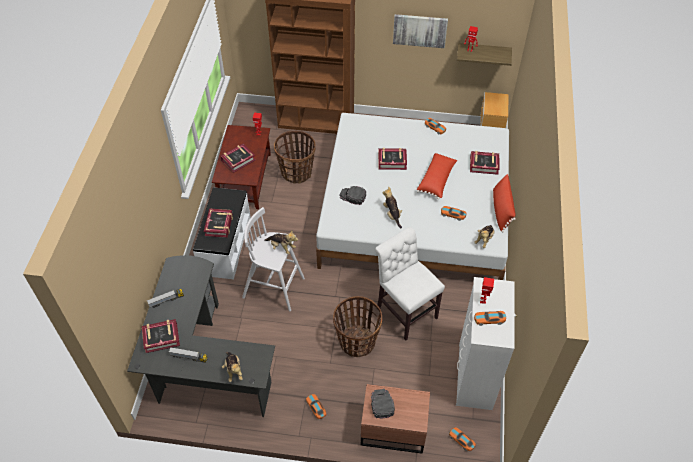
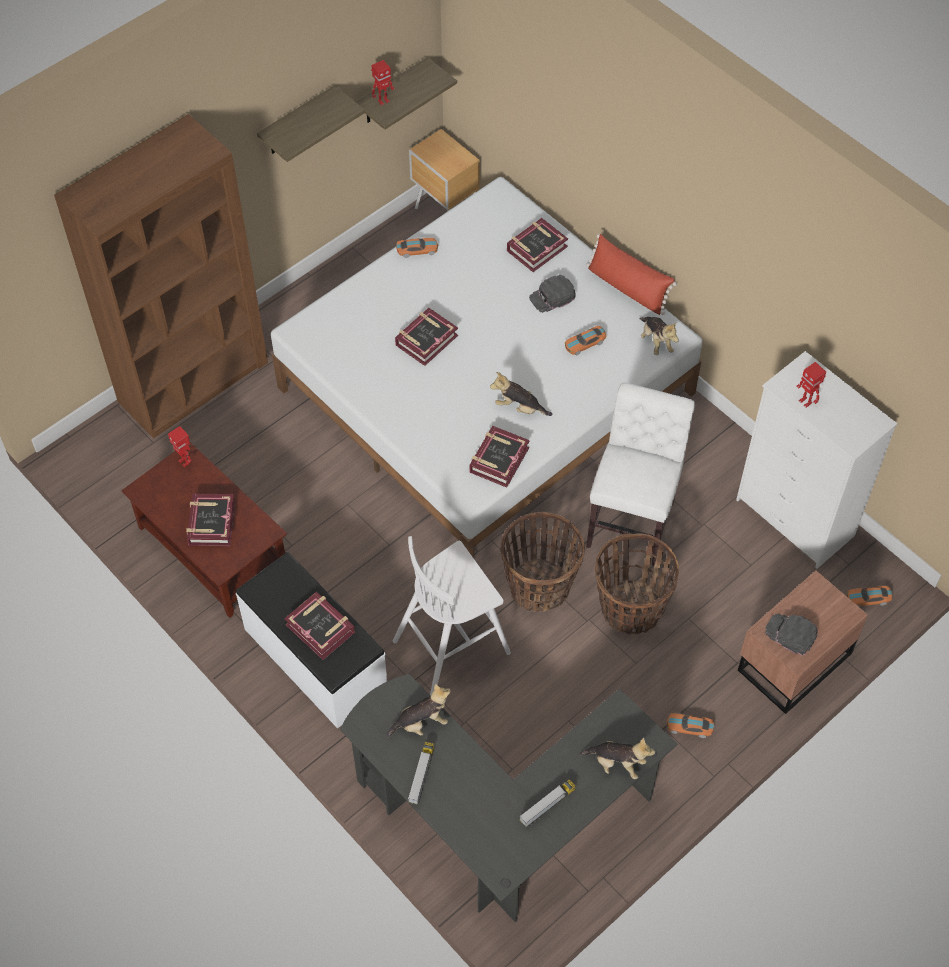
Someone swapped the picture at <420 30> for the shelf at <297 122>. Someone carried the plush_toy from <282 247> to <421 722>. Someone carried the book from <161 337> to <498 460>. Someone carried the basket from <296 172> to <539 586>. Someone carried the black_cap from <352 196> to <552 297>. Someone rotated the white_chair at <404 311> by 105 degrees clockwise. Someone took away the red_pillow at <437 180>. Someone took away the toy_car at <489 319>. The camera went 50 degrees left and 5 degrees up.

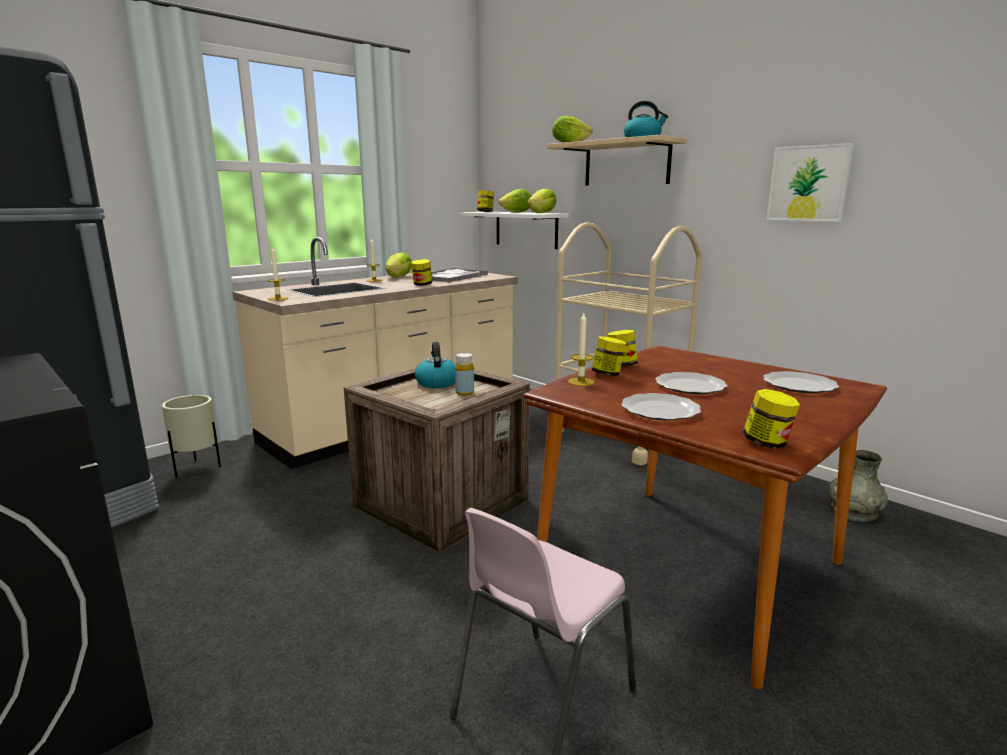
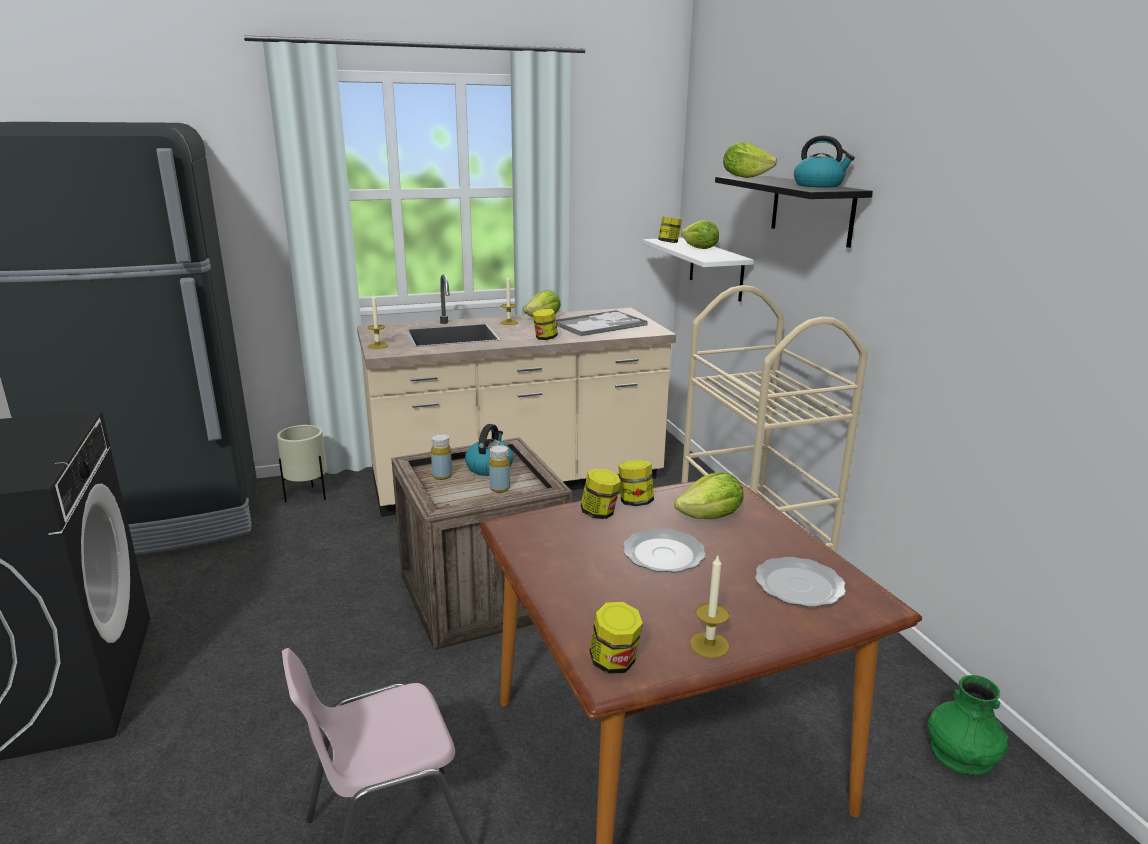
Someone put down the yellow_bottle at <442 476>. Someone carried the lettuce from <542 213> to <710 517>. Someone carried the candle from <581 382> to <709 645>. Someone repainted the beige_shelf at <626 163>, which became the black_shelf at <811 210>. Someone repainted the grey_vase at <853 511>, which became the green_vase at <961 753>. Someone took away the plate at <661 410>. Someone took away the picture at <808 183>. The camera went 25 degrees right and 5 degrees up.

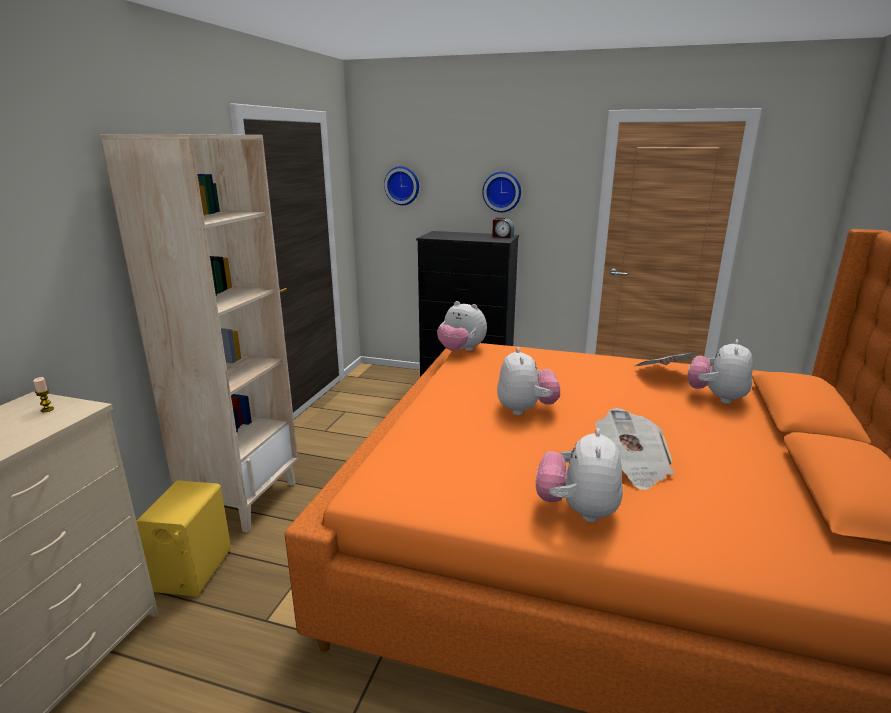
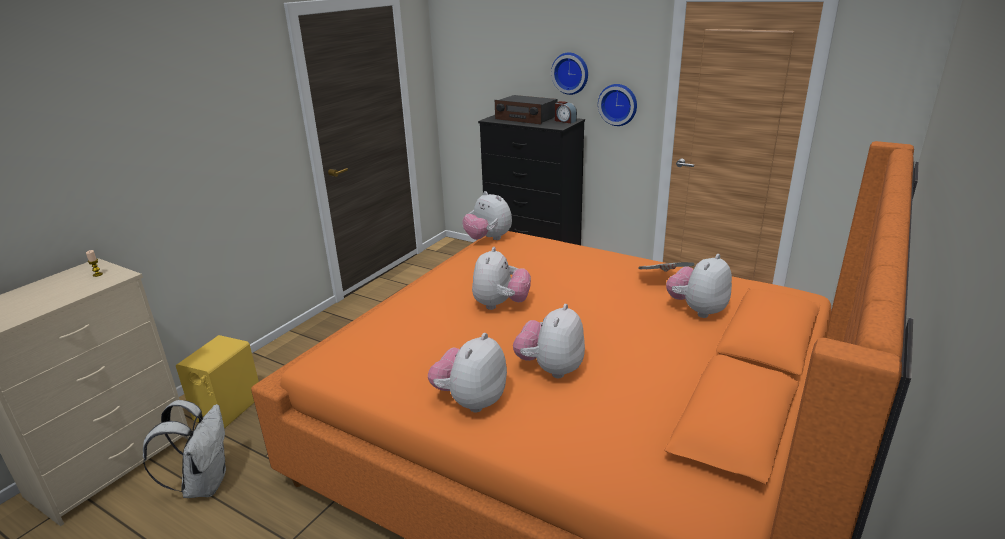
Someone put down the white_backpack at <204 483>. Someone put down the radio at <526 118>. Someone swapped the newspaper at <631 466> for the plush_toy at <550 369>. Someone carried the wall_clock from <402 185> to <618 104>. Someone took away the beige_bookcase at <242 499>. The camera went 15 degrees right and 5 degrees up.

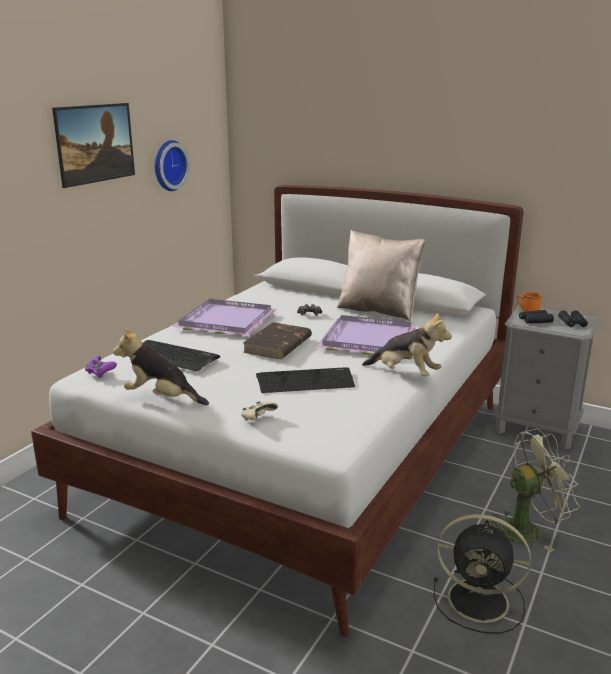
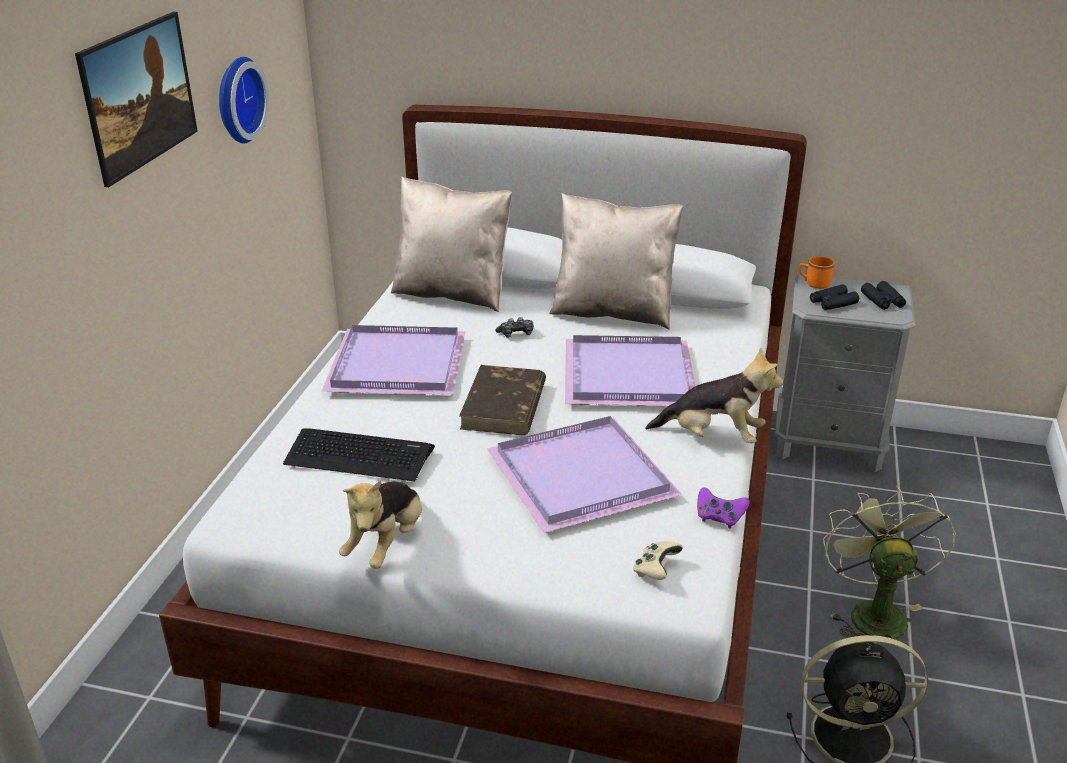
Someone rotated the plush_toy at <161 398> by 75 degrees counterclockwise. Someone put down the beige_pillow at <453 293>. Someone swapped the keyboard at <305 381> for the purple_tray at <582 474>. Someone carried the beige_game_controller from <258 419> to <655 570>. Someone carried the purple_game_controller from <100 373> to <719 517>. Someone rotated the green_fan at <527 529> by 60 degrees counterclockwise. The camera went 15 degrees left and 10 degrees up.

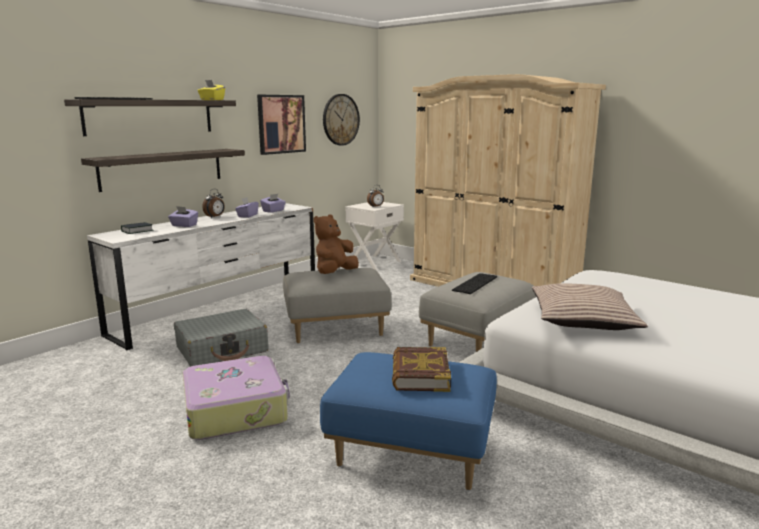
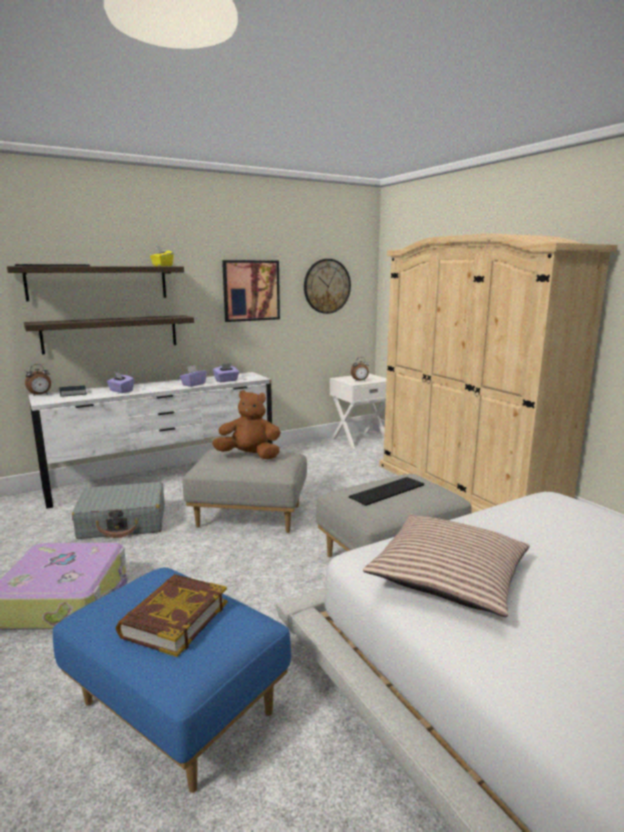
Someone carried the alarm_clock from <215 217> to <40 395>. Someone rotated the brown_plush_toy at <334 273> by 45 degrees clockwise. The camera went 20 degrees right and 0 degrees up.

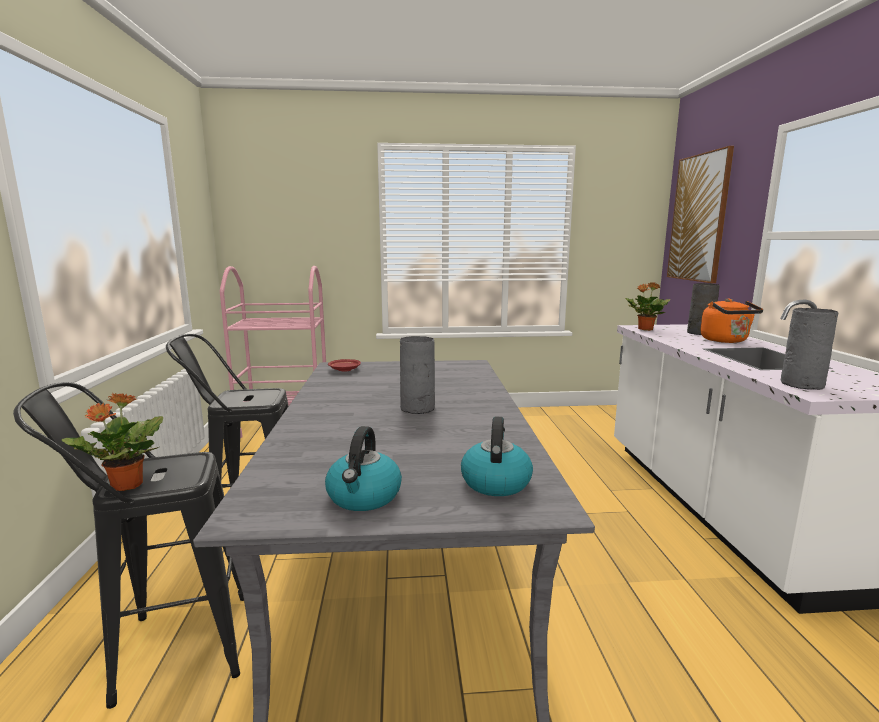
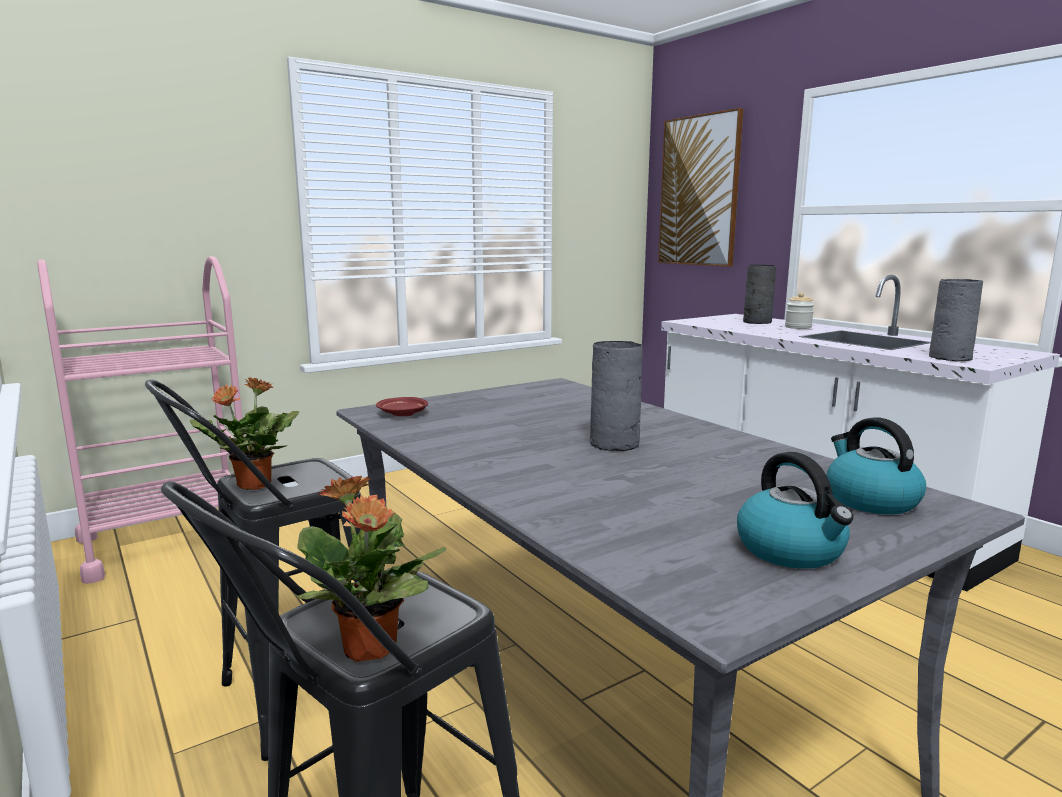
Someone carried the potted_plant from <644 329> to <253 485>. Someone swapped the orange_kettle at <726 341> for the jar at <798 327>. The camera went 30 degrees left and 0 degrees up.

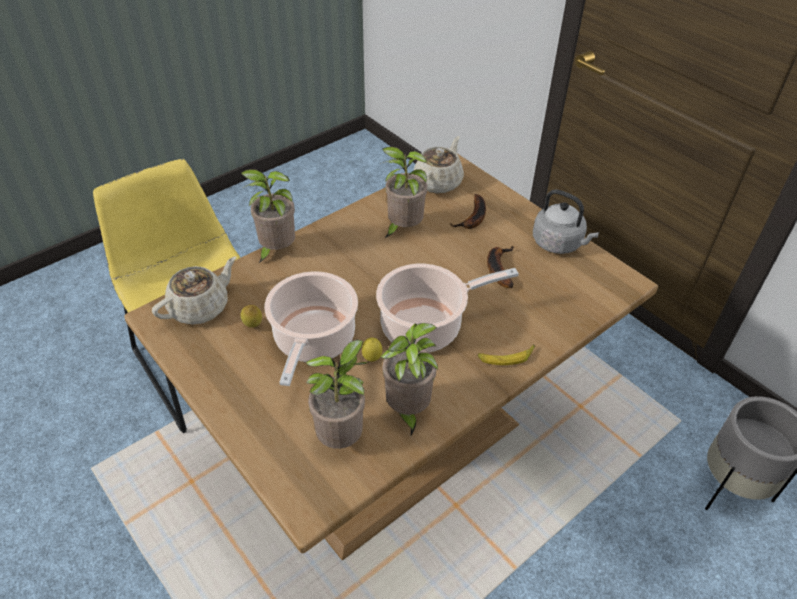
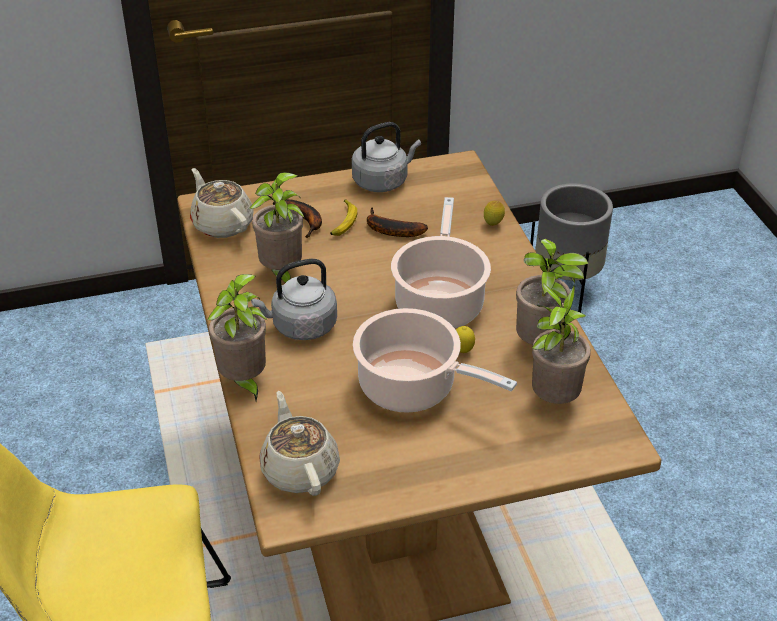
Someone put down the grey_kettle at <301 326>. Someone carried the banana from <506 357> to <343 222>. Someone carried the lemon from <253 326> to <493 225>. The camera went 65 degrees left and 5 degrees down.

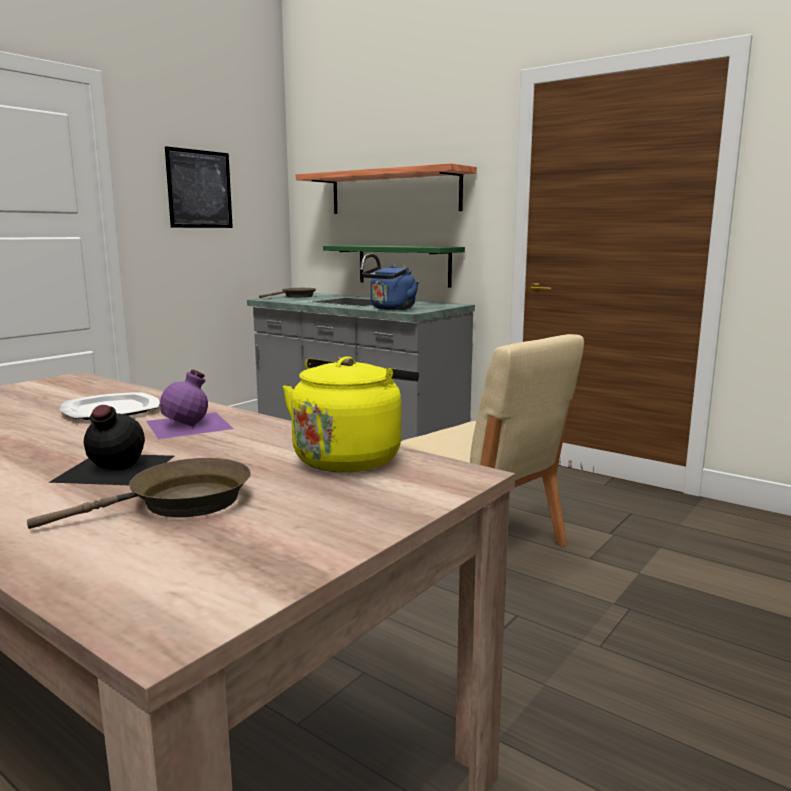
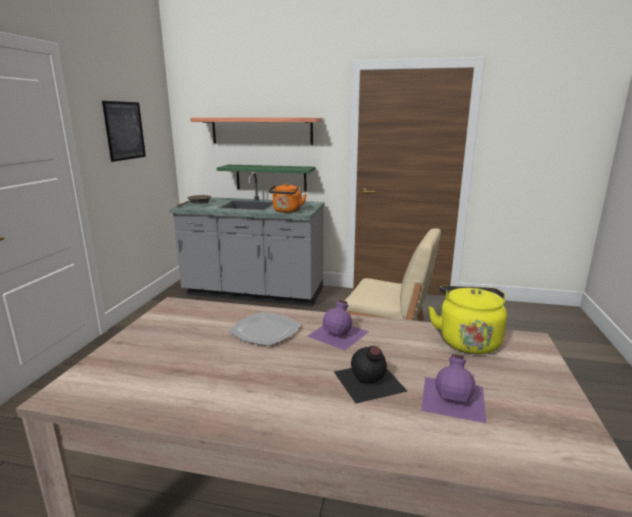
Someone repainted the blue_kettle at <391 309>, which became the orange_kettle at <287 211>. Someone swapped the brown_frying_pan at <181 503> for the purple_bottle at <454 397>. The camera went 25 degrees left and 5 degrees up.

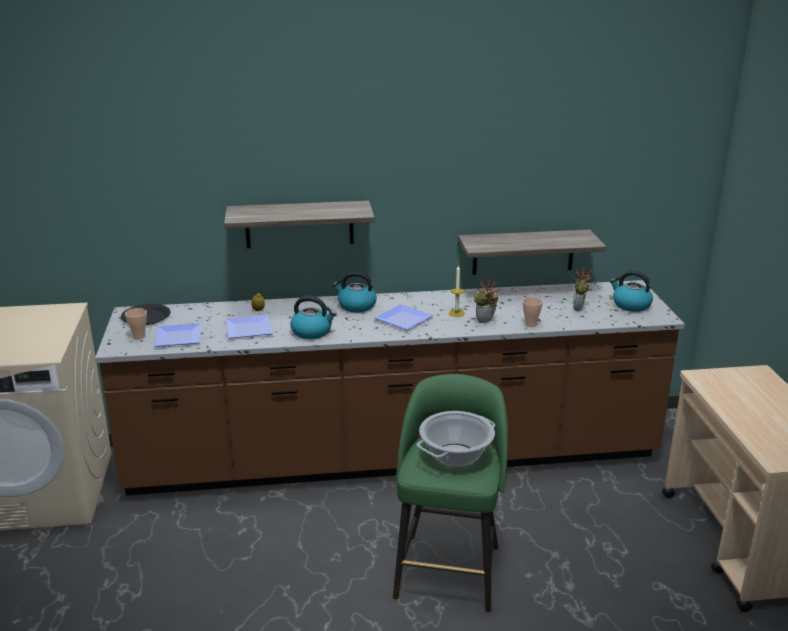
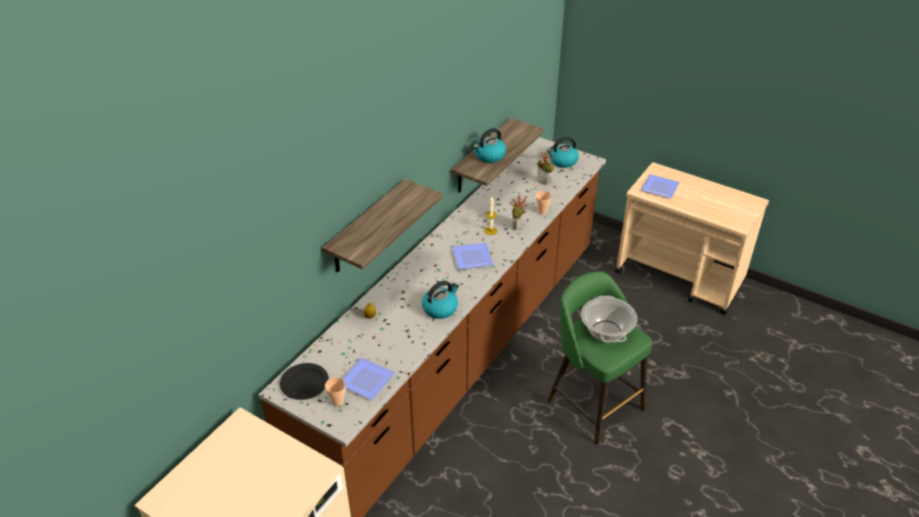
Someone carried the kettle from <356 306> to <489 156>. Someone carried the plate from <246 328> to <658 188>. The camera went 50 degrees left and 15 degrees up.

